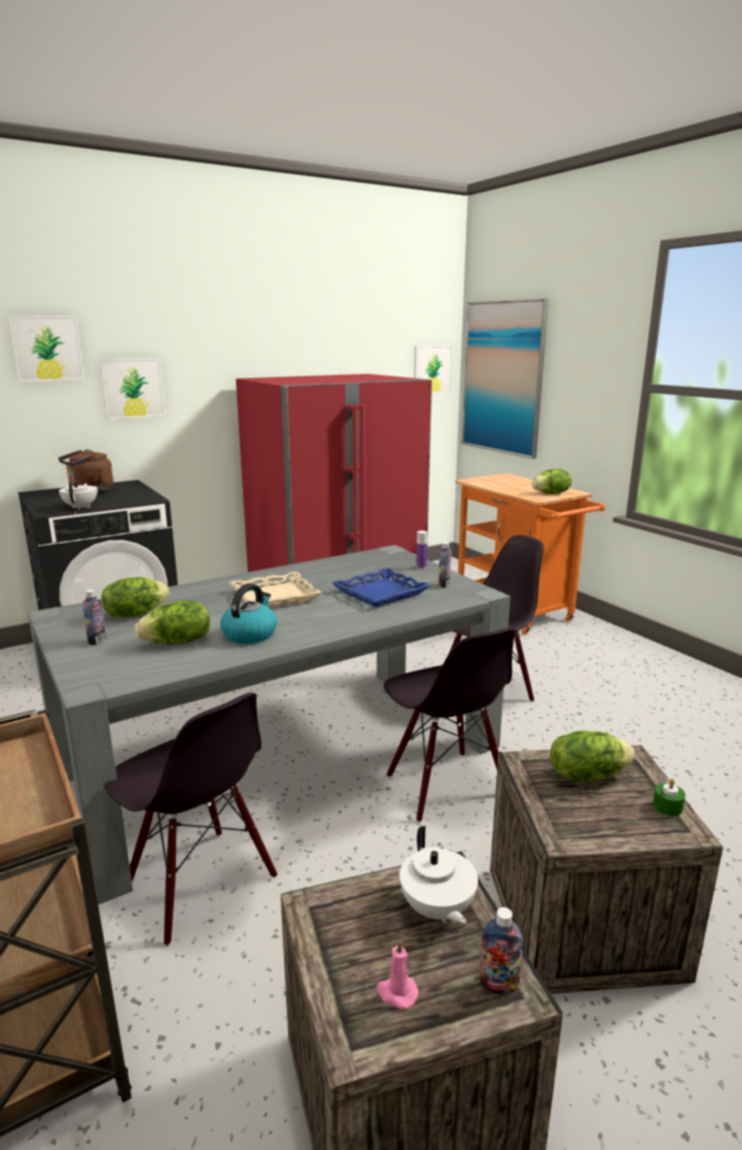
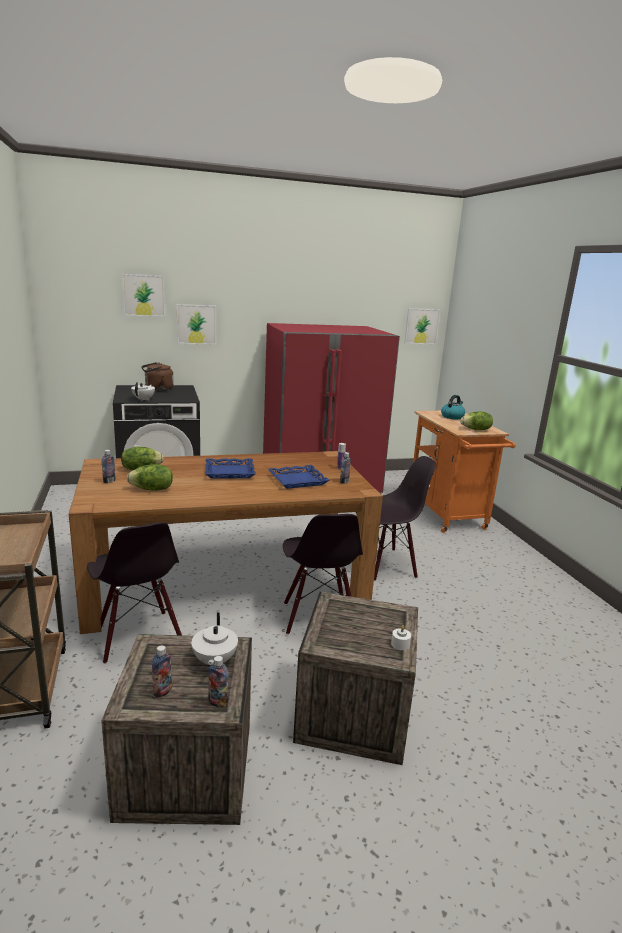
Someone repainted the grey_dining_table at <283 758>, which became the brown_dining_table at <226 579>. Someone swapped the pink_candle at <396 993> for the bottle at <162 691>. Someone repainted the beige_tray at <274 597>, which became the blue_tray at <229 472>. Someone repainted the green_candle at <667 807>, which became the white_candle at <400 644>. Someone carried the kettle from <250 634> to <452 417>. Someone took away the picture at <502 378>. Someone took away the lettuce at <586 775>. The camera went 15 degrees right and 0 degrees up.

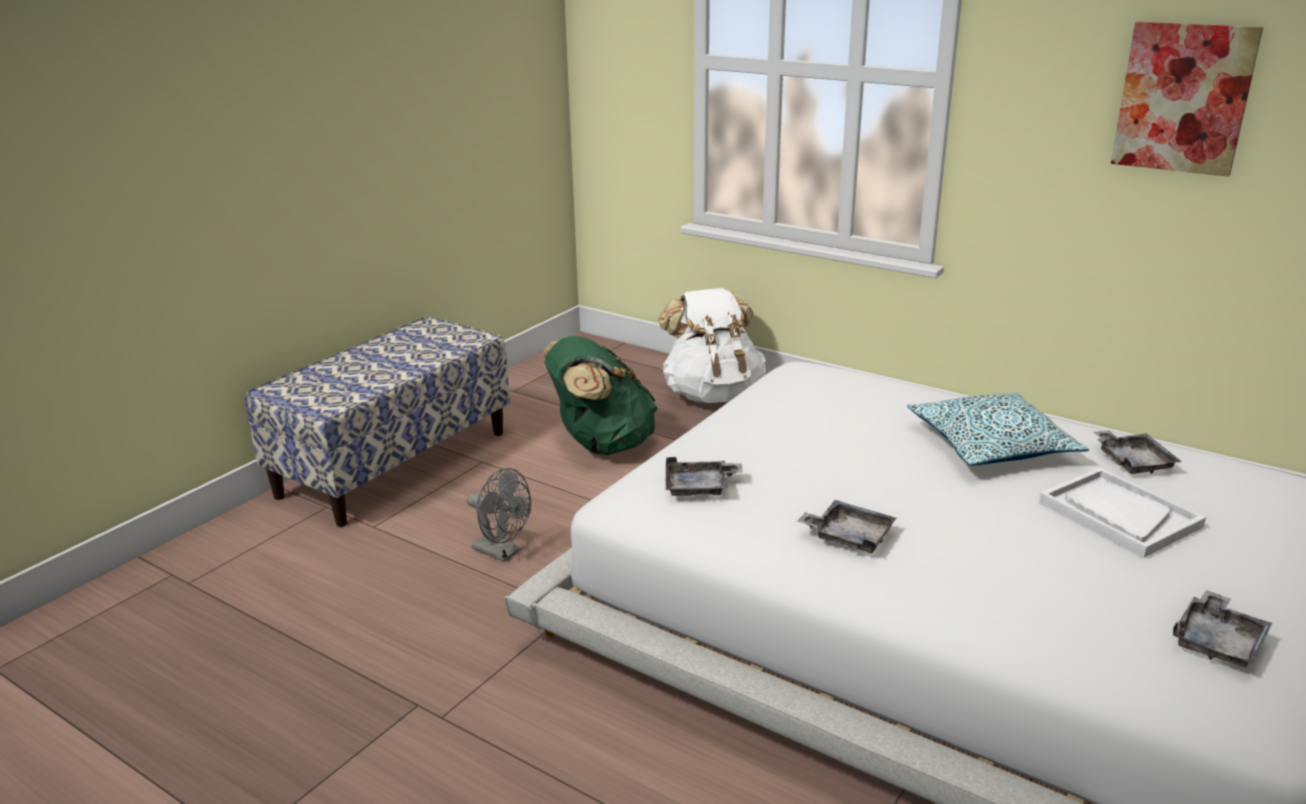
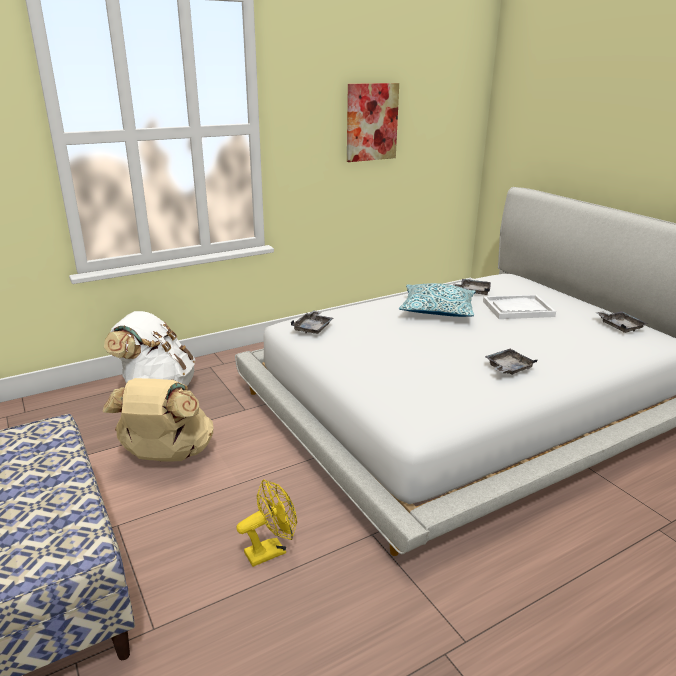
Someone repainted the green_backpack at <601 444>, which became the beige_backpack at <166 456>. Someone repainted the grey_fan at <502 552>, which became the yellow_fan at <271 550>. Someone carried the grey_tray from <700 488> to <313 328>. The camera went 65 degrees left and 0 degrees up.

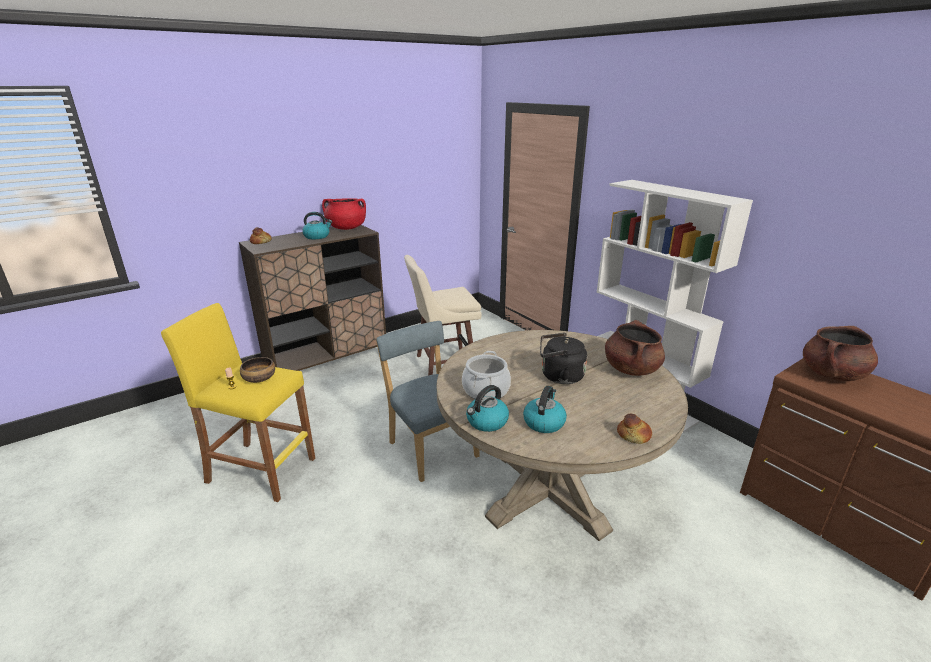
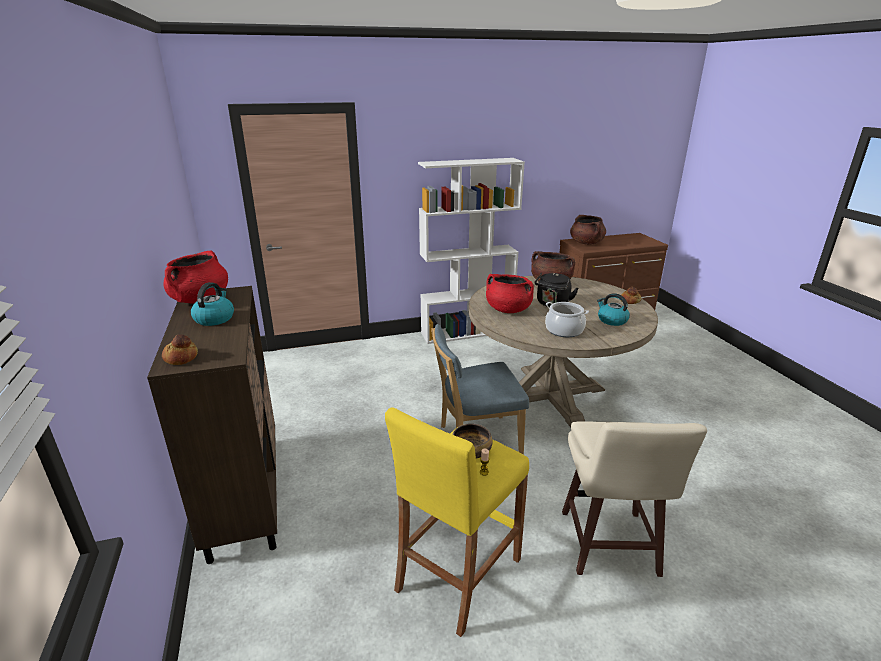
Someone put down the red_cooking_pot at <508 310>. Someone carried the beige_stool from <443 363> to <608 545>. Someone took away the kettle at <486 422>. The camera went 70 degrees left and 0 degrees up.

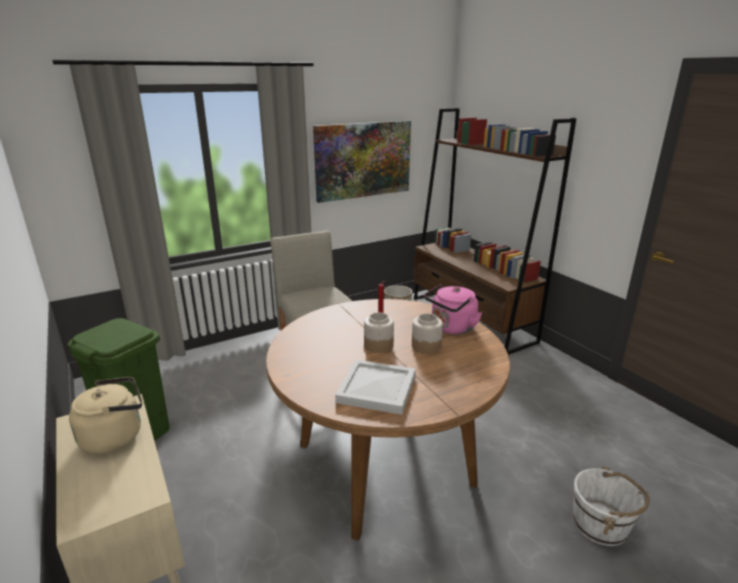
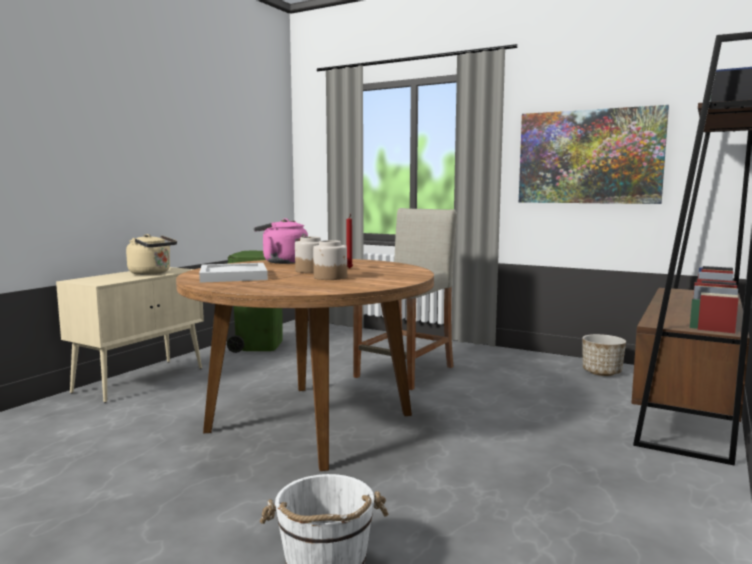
Someone carried the pink_kettle from <451 328> to <282 262>. The camera went 60 degrees right and 15 degrees down.

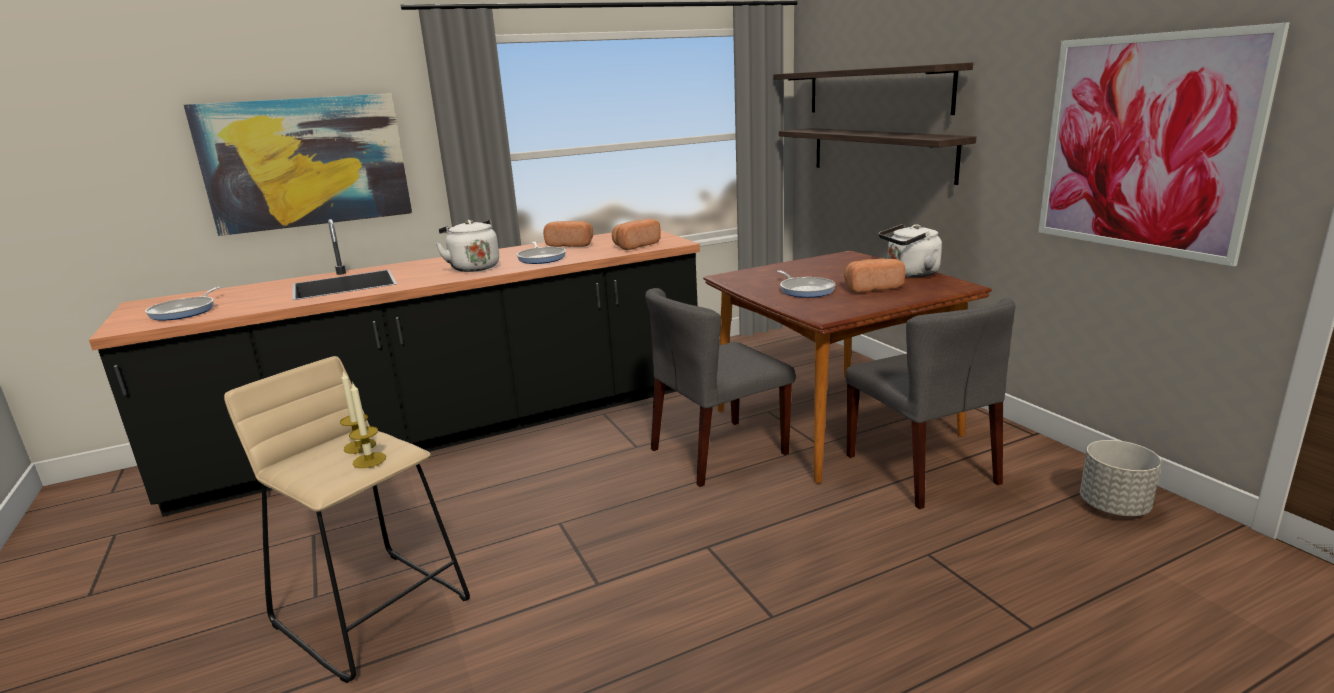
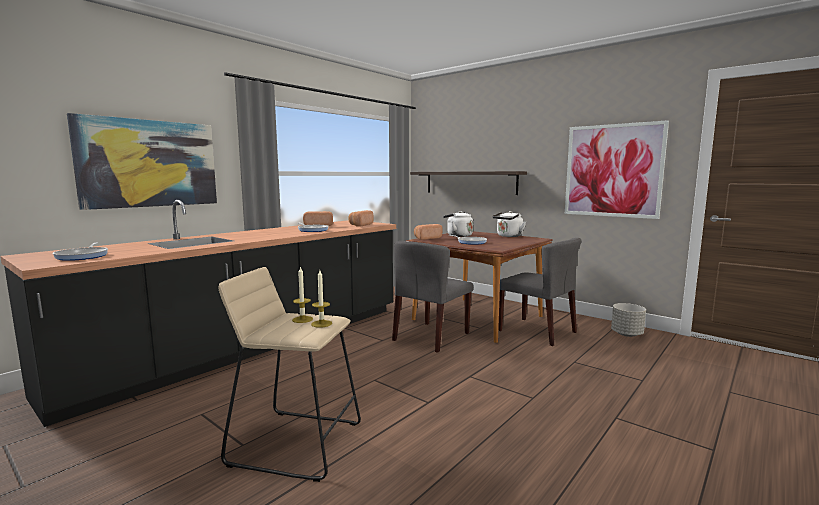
Someone carried the bread from <871 287> to <426 238>. Someone carried the white_kettle from <473 267> to <457 235>. Someone took away the shelf at <876 91>. The camera went 25 degrees left and 10 degrees down.

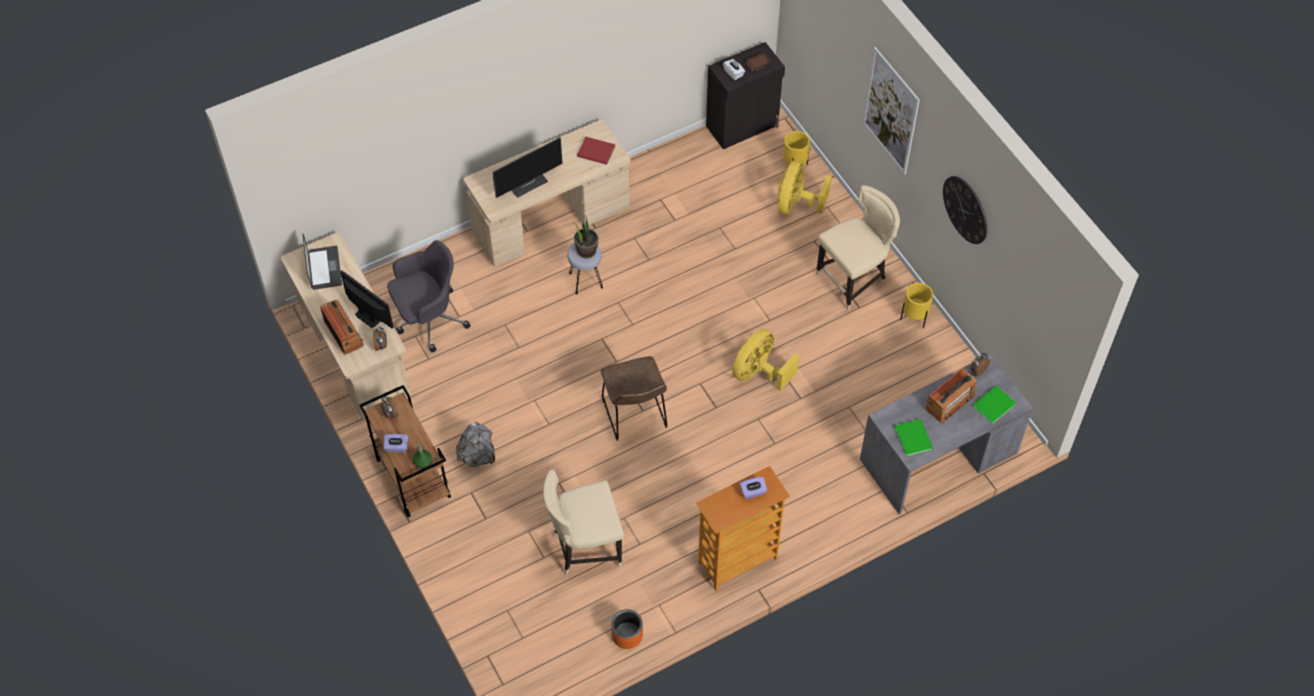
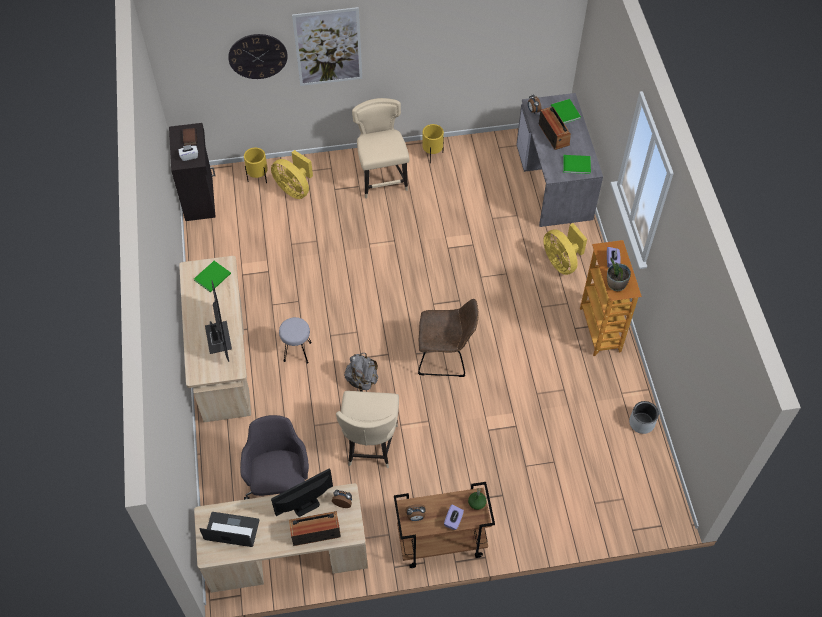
Someone repainted the red_book at <596 152>, which became the green_book at <213 277>. Someone carried the wall_clock from <965 209> to <258 56>. Someone carried the beige_chair from <585 547> to <370 446>. Someone carried the grey_backpack from <477 455> to <362 380>. Someone carried the yellow_fan from <759 373> to <561 262>. Someone carried the potted_plant from <586 251> to <616 284>. Someone repainted the orange_planter at <627 635>, which became the grey_planter at <641 423>. The camera went 70 degrees left and 0 degrees up.

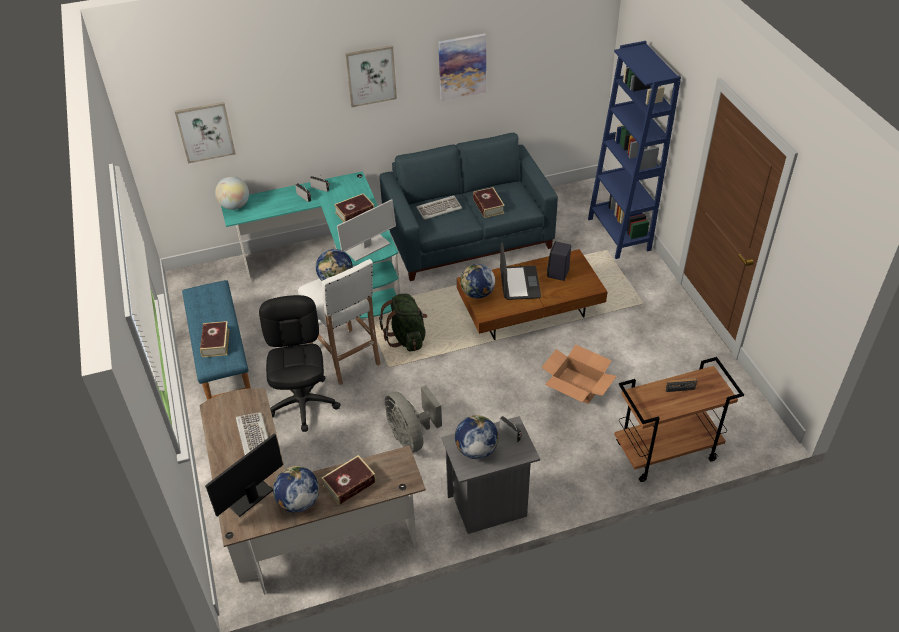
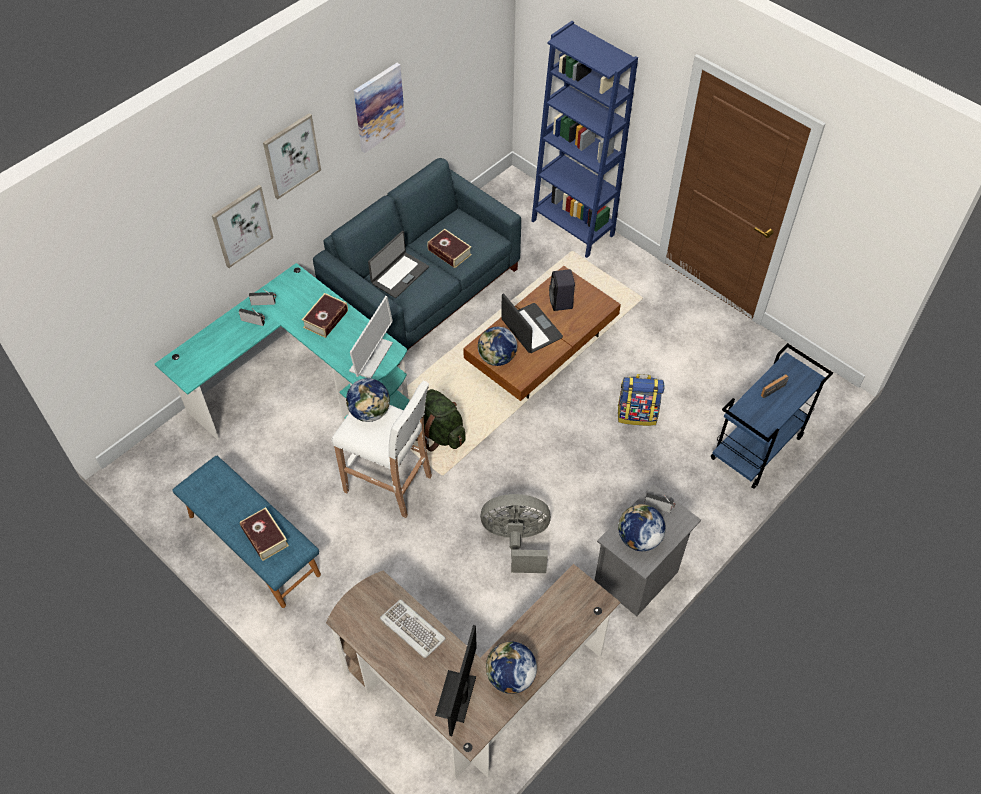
Someone carried the picture from <205 132> to <242 226>. Someone swapped the keyboard at <439 209> for the laptop at <399 275>. Someone rotated the grey_fan at <411 436> by 150 degrees clockwise. Someone swapped the cardboard_box at <577 385> for the backpack at <637 414>. Someone repainted the brown_cart at <665 453>, which became the blue_cart at <756 449>. Someone took away the globe at <235 206>. Someone took away the black_office_chair at <303 403>. Someone took away the book at <349 484>. The camera went 30 degrees left and 10 degrees up.

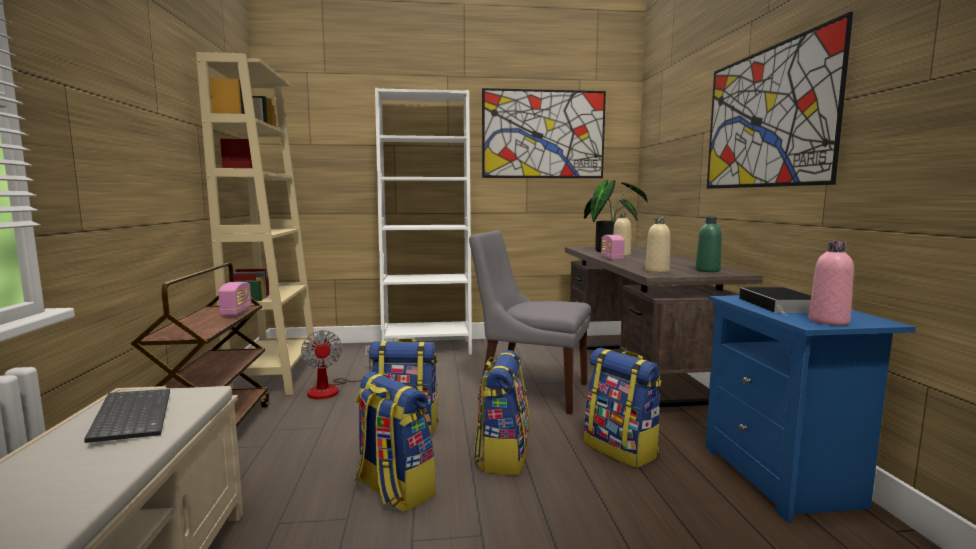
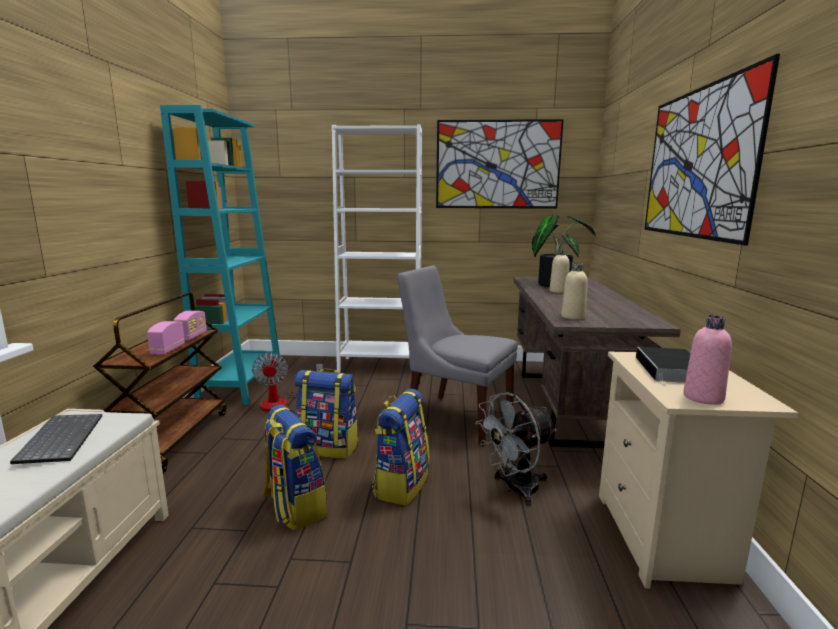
Someone carried the radio from <611 259> to <168 350>. Someone repainted the beige_bookcase at <275 376>, which became the turquoise_bookcase at <242 385>. Someone swapped the backpack at <621 449> for the grey_fan at <514 489>. Someone repainted the blue_nightstand at <784 478>, which became the beige_nightstand at <665 539>. Someone took away the green_bottle at <707 270>. The camera went 10 degrees right and 5 degrees up.

